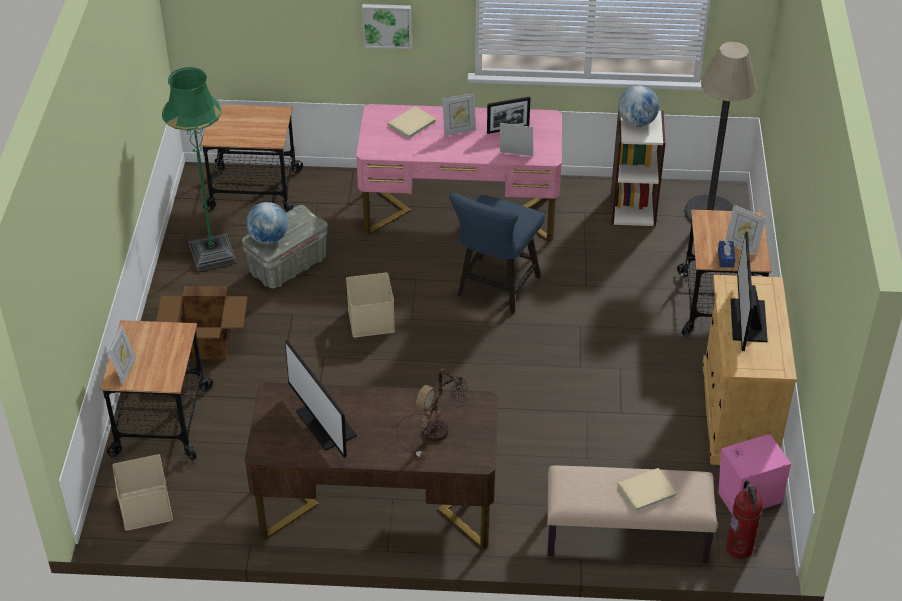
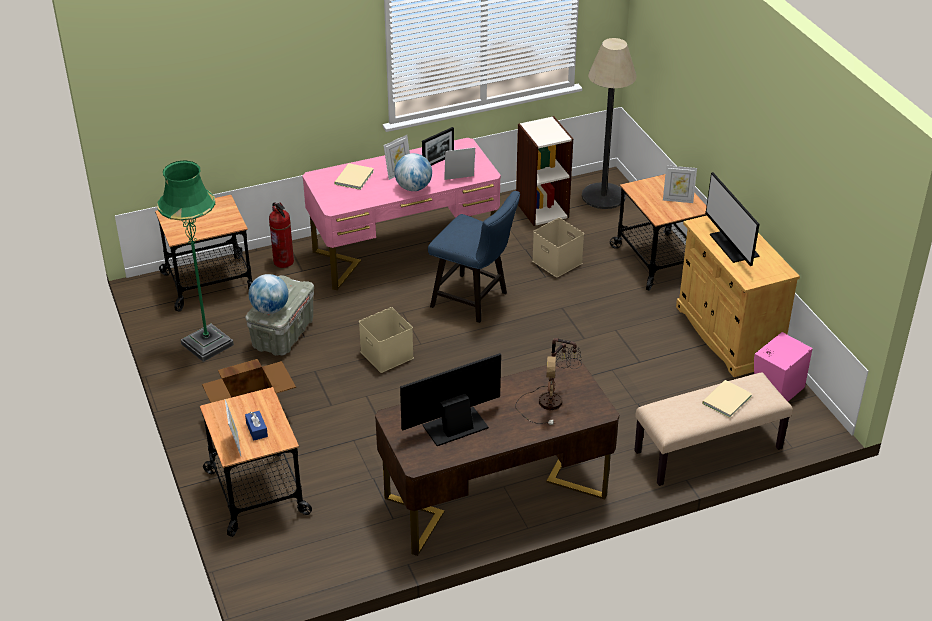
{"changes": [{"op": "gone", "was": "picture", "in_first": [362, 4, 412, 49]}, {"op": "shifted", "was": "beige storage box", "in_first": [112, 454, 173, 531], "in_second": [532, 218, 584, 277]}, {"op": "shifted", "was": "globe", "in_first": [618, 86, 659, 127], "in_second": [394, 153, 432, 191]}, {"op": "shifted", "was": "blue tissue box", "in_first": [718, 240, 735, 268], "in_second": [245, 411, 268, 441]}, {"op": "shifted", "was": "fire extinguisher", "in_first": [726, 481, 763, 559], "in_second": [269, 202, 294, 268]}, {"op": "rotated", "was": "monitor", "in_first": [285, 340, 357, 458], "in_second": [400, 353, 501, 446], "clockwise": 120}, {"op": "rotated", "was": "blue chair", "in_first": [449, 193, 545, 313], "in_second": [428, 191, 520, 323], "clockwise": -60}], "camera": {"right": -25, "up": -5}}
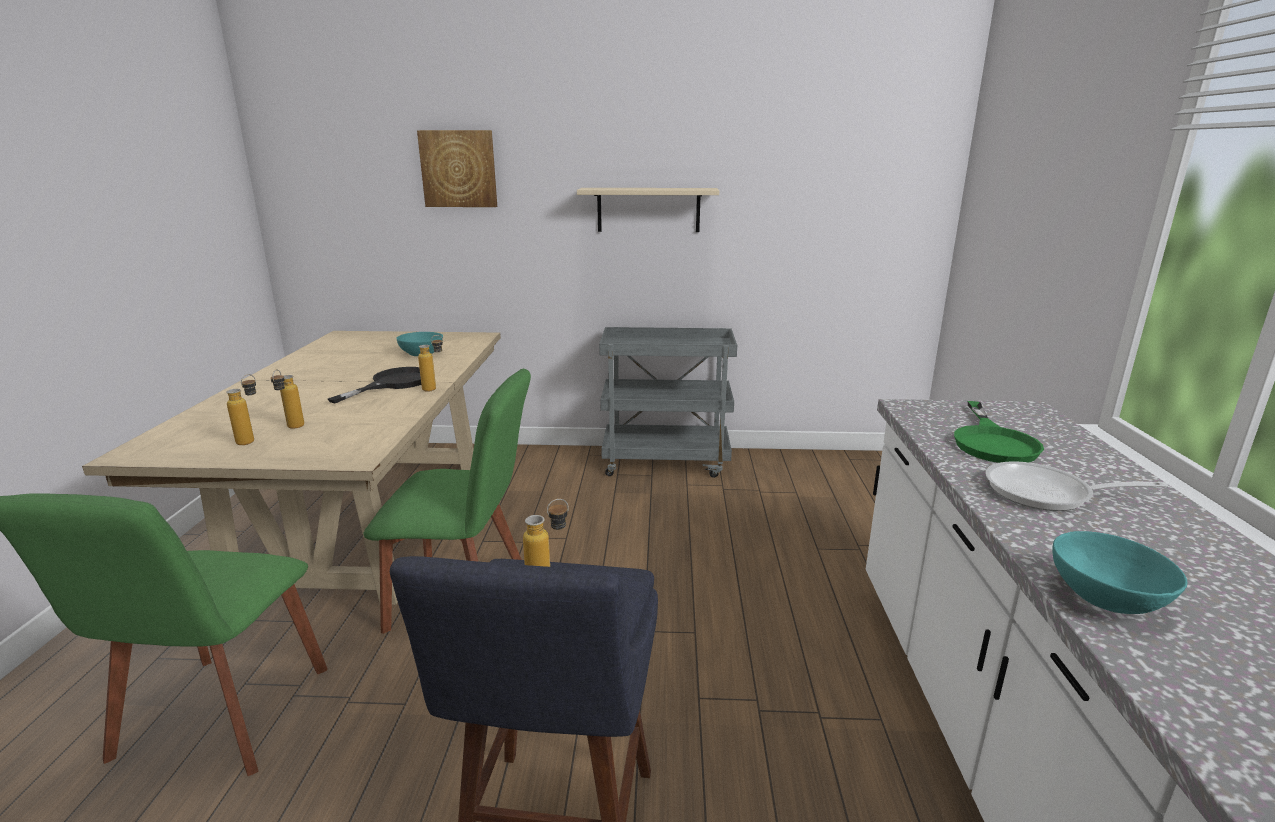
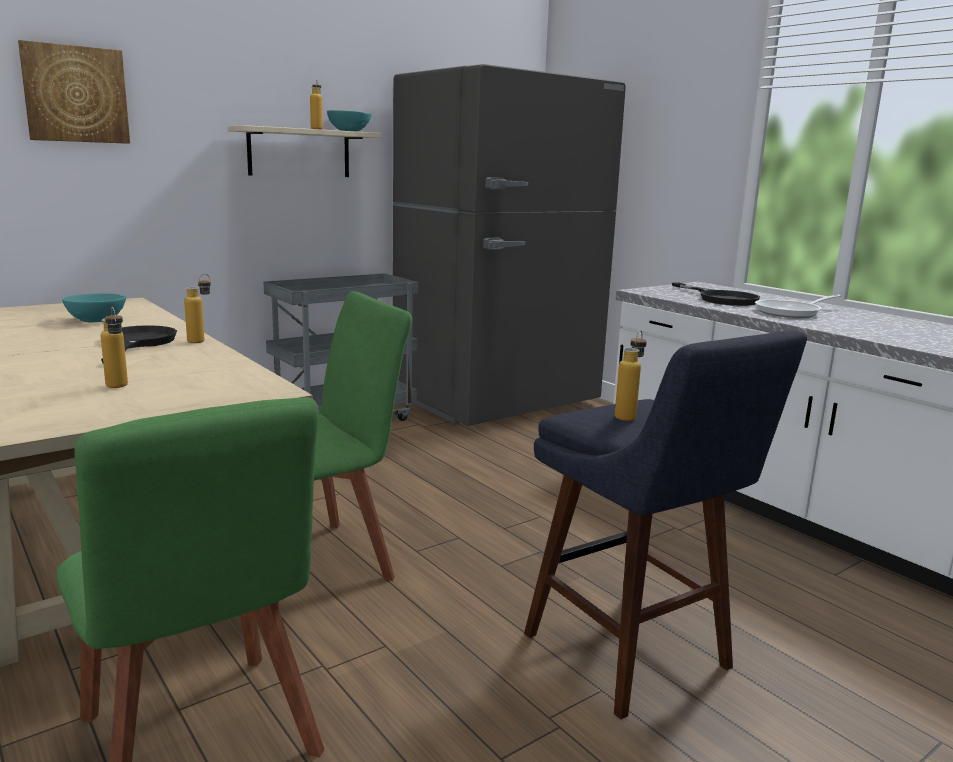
{"changes": [{"op": "new", "now": "grey fridge", "in_second": [393, 64, 626, 426]}, {"op": "shifted", "was": "bottle", "in_first": [226, 374, 256, 445], "in_second": [310, 79, 323, 130]}, {"op": "shifted", "was": "turquoise bowl", "in_first": [1052, 531, 1187, 614], "in_second": [327, 110, 371, 132]}, {"op": "repainted", "was": "green frying pan", "now": "black frying pan", "in_first": [954, 401, 1044, 463], "in_second": [672, 282, 760, 306]}], "camera": {"right": -40, "up": -5}}
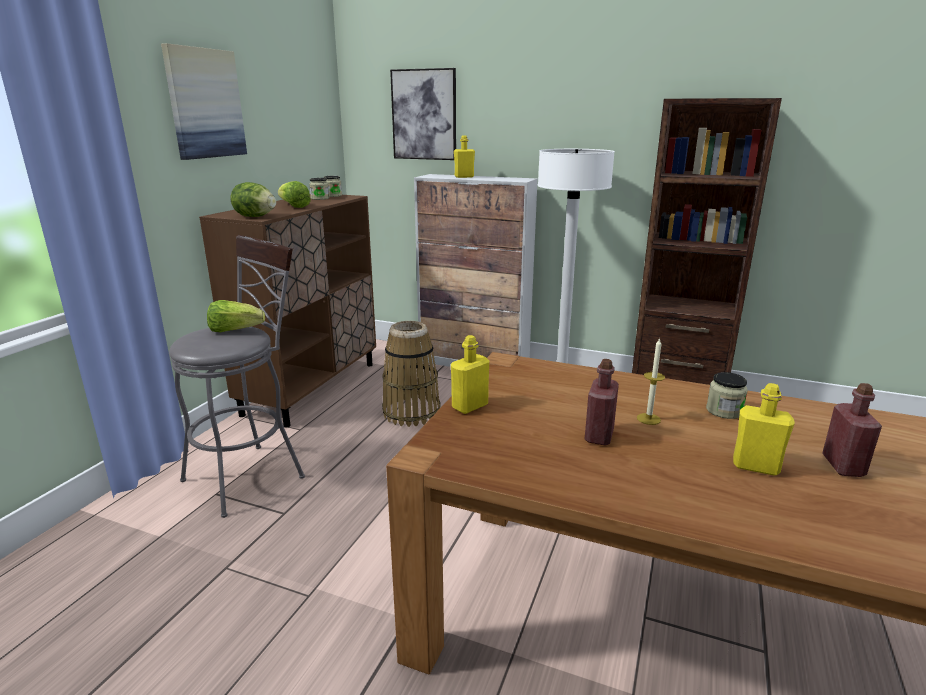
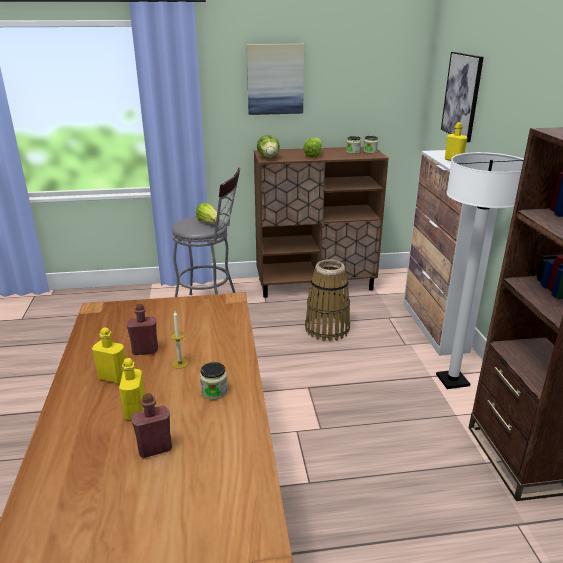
{"changes": [{"op": "shifted", "was": "yellow bottle", "in_first": [451, 335, 489, 414], "in_second": [92, 327, 125, 383]}], "camera": {"right": 60, "up": 5}}
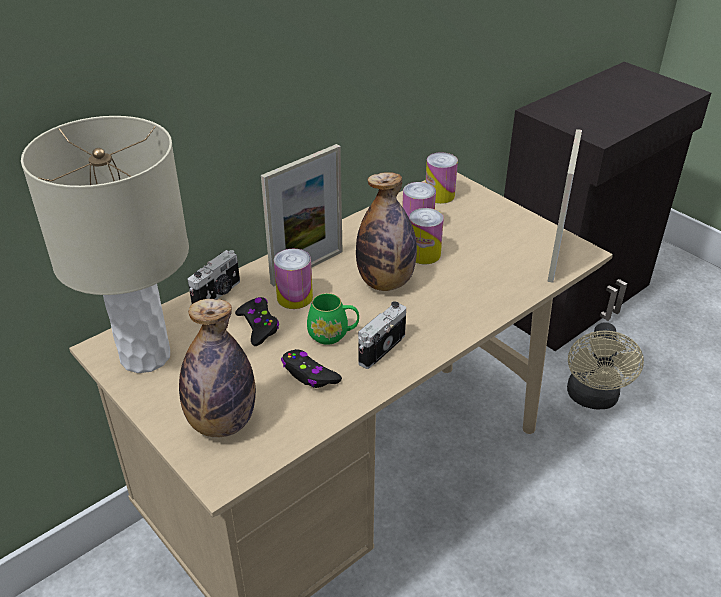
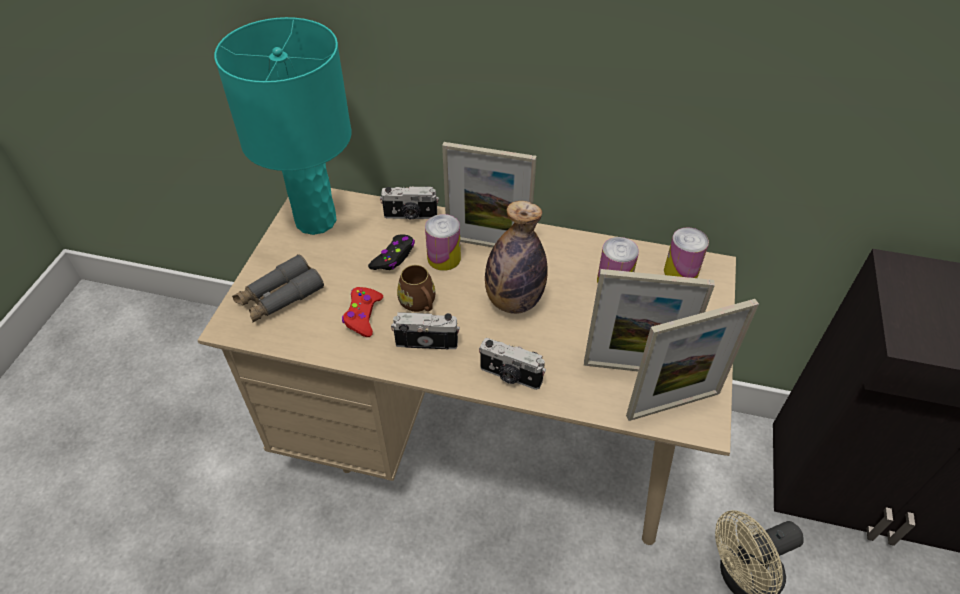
{"changes": [{"op": "gone", "was": "can", "in_first": [409, 208, 444, 264]}, {"op": "new", "now": "photo camera", "in_second": [479, 338, 546, 390]}, {"op": "new", "now": "picture frame", "in_second": [584, 269, 715, 371]}, {"op": "swapped", "was": "bottle", "now": "grey binoculars", "in_first": [179, 299, 256, 437], "in_second": [232, 254, 324, 323]}, {"op": "repainted", "was": "beige table lamp", "now": "turquoise table lamp", "in_first": [21, 116, 189, 373], "in_second": [214, 17, 352, 235]}, {"op": "repainted", "was": "black game controller", "now": "red game controller", "in_first": [281, 349, 342, 388], "in_second": [342, 287, 383, 337]}, {"op": "repainted", "was": "green mug", "now": "brown mug", "in_first": [307, 293, 359, 345], "in_second": [397, 265, 435, 312]}], "camera": {"right": 55, "up": 10}}
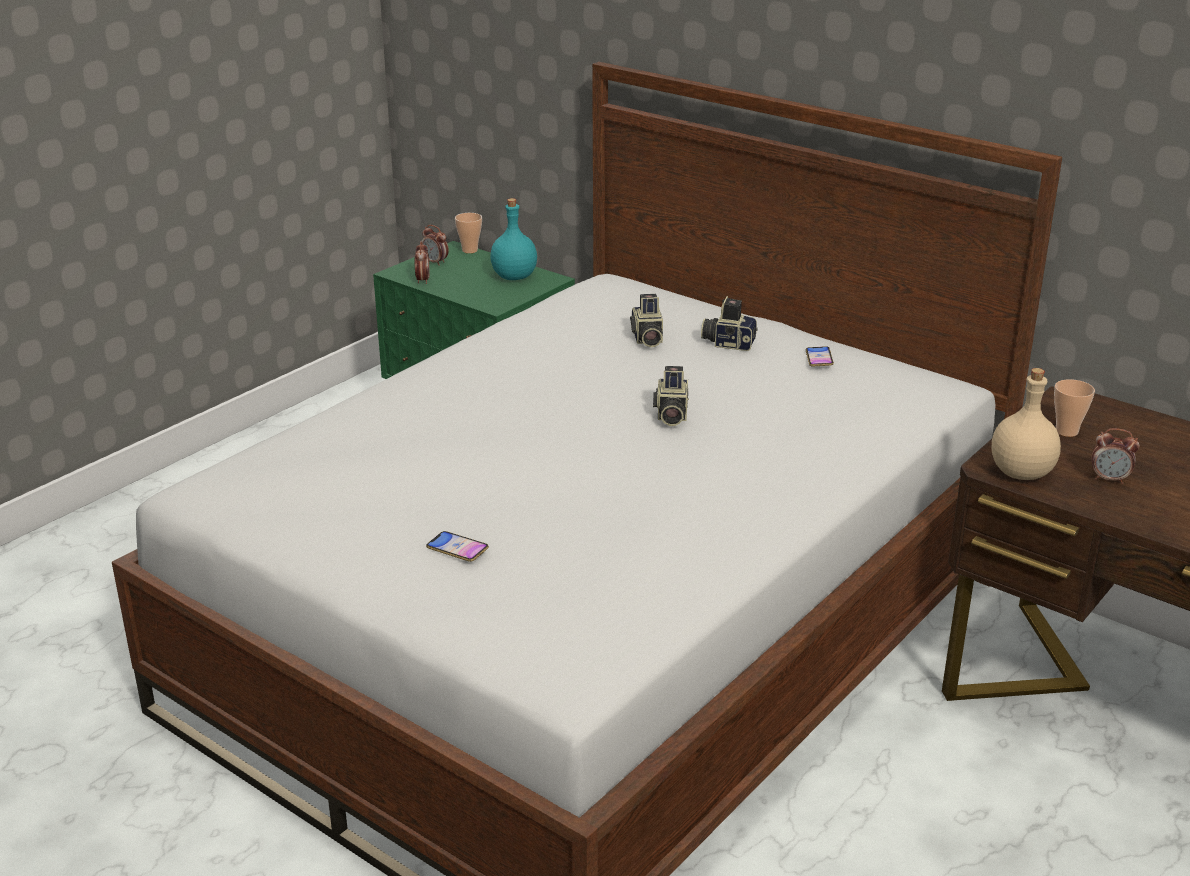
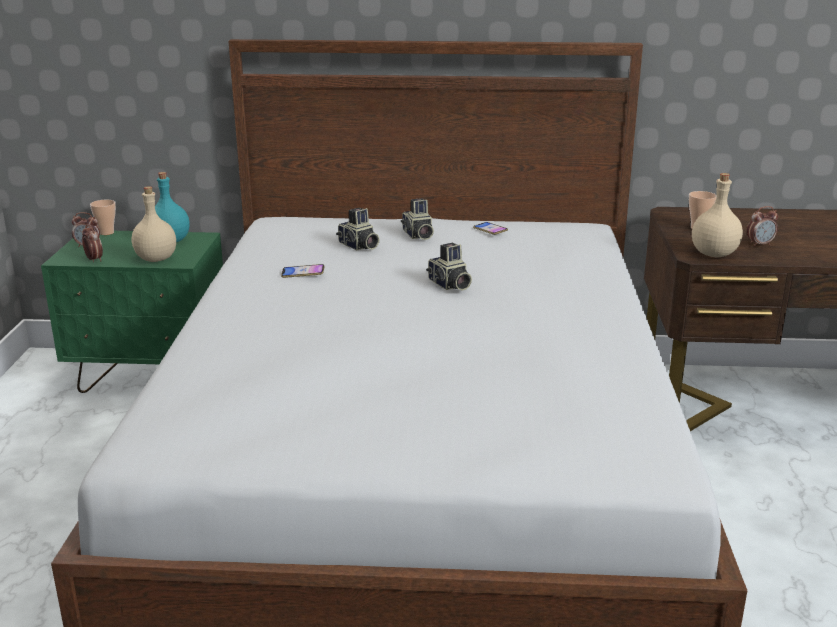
{"changes": [{"op": "new", "now": "beige bottle", "in_second": [132, 186, 176, 262]}, {"op": "shifted", "was": "phone", "in_first": [426, 531, 489, 562], "in_second": [281, 264, 324, 278]}, {"op": "rotated", "was": "photo camera", "in_first": [701, 296, 758, 351], "in_second": [401, 198, 434, 240], "clockwise": -90}], "camera": {"right": -35, "up": -5}}
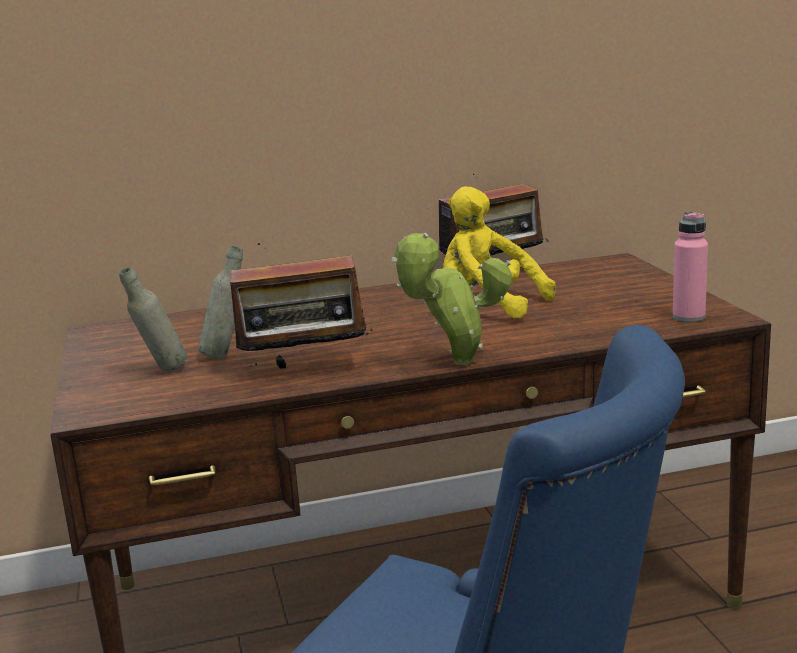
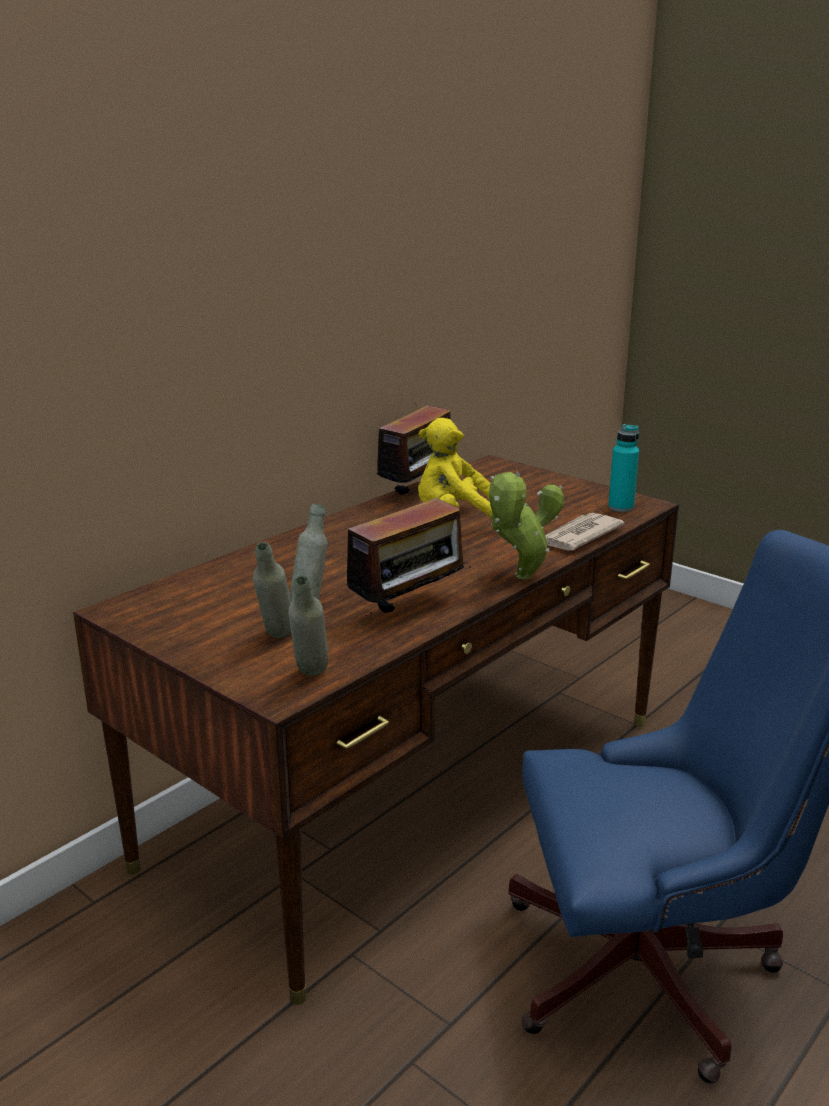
{"changes": [{"op": "new", "now": "grey bottle", "in_second": [288, 575, 328, 676]}, {"op": "new", "now": "newspaper", "in_second": [545, 513, 625, 551]}, {"op": "repainted", "was": "pink bottle", "now": "turquoise bottle", "in_first": [673, 212, 708, 322], "in_second": [608, 424, 639, 512]}], "camera": {"right": -35, "up": 5}}
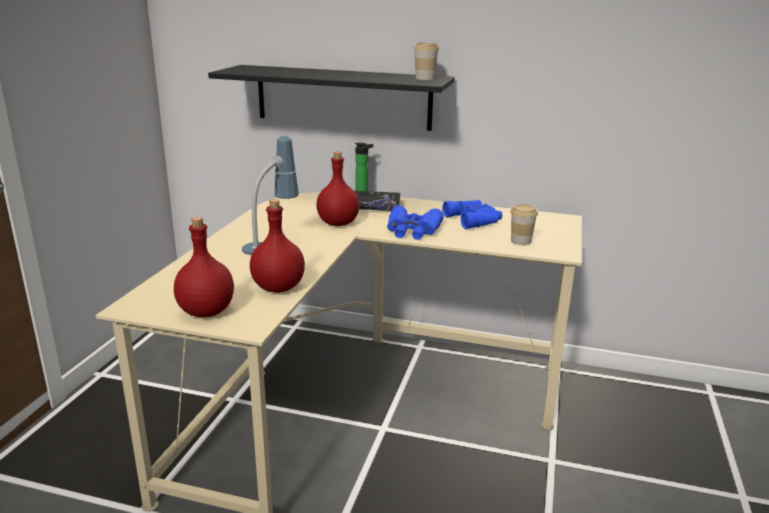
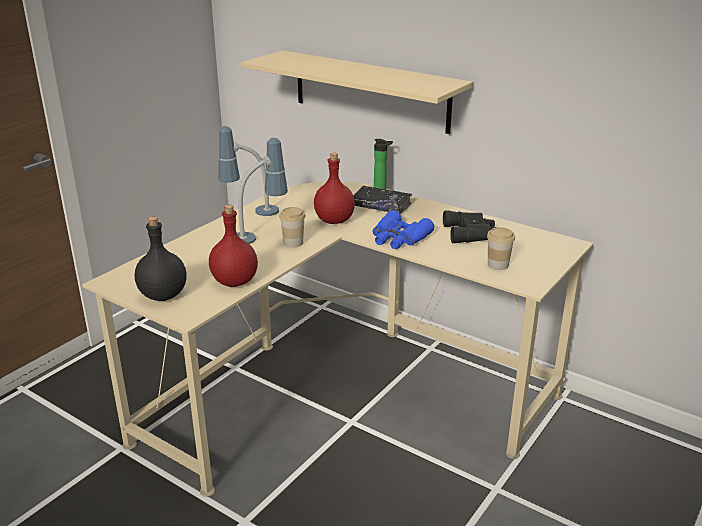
{"changes": [{"op": "new", "now": "table lamp", "in_second": [218, 126, 279, 216]}, {"op": "shifted", "was": "cup", "in_first": [414, 43, 439, 80], "in_second": [279, 207, 306, 247]}, {"op": "repainted", "was": "red bottle", "now": "black bottle", "in_first": [174, 217, 234, 317], "in_second": [135, 217, 186, 301]}, {"op": "repainted", "was": "black shelf", "now": "beige shelf", "in_first": [208, 65, 455, 131], "in_second": [241, 50, 473, 134]}, {"op": "repainted", "was": "blue binoculars", "now": "black binoculars", "in_first": [442, 200, 502, 229], "in_second": [443, 211, 496, 243]}], "camera": {"right": 20, "up": 5}}
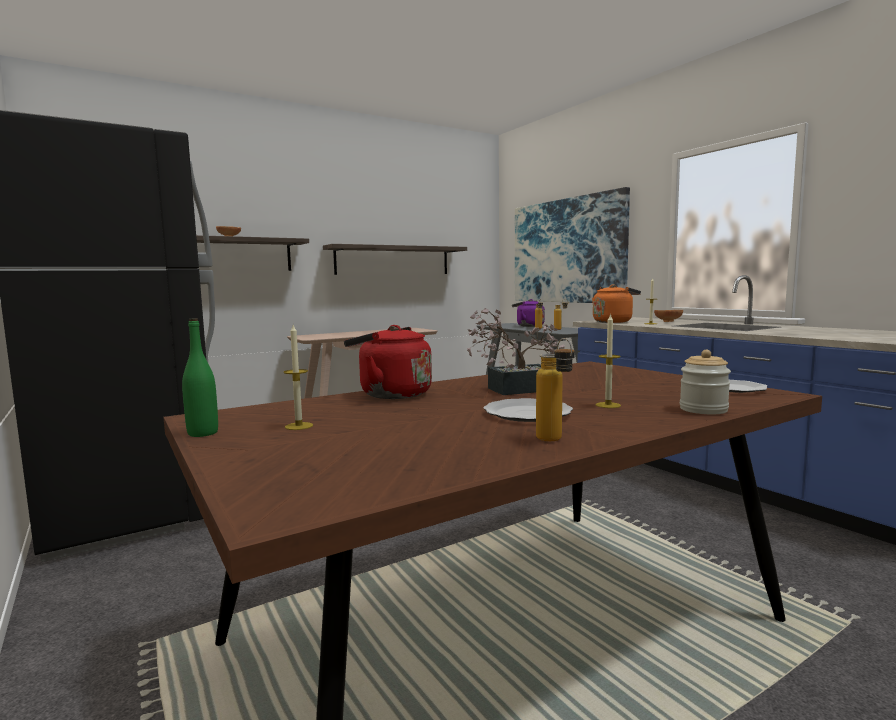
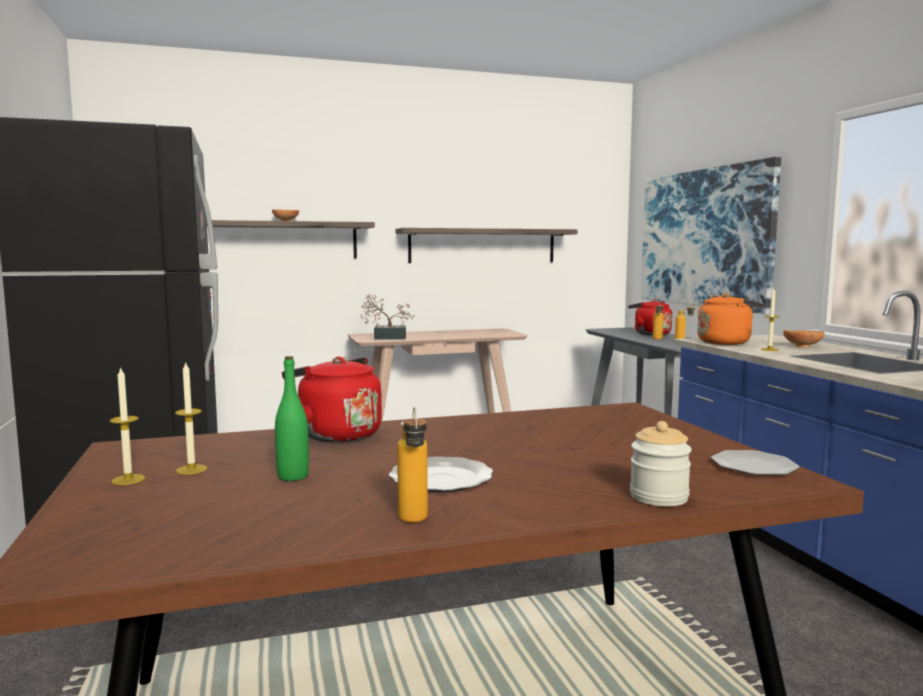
{"changes": [{"op": "shifted", "was": "green bottle", "in_first": [182, 318, 218, 437], "in_second": [275, 356, 309, 481]}, {"op": "shifted", "was": "potted plant", "in_first": [467, 308, 564, 395], "in_second": [360, 294, 415, 340]}, {"op": "shifted", "was": "candle", "in_first": [596, 313, 621, 408], "in_second": [110, 366, 145, 485]}, {"op": "repainted", "was": "purple kettle", "now": "red kettle", "in_first": [512, 299, 545, 327], "in_second": [628, 299, 672, 335]}], "camera": {"right": 15, "up": 0}}
